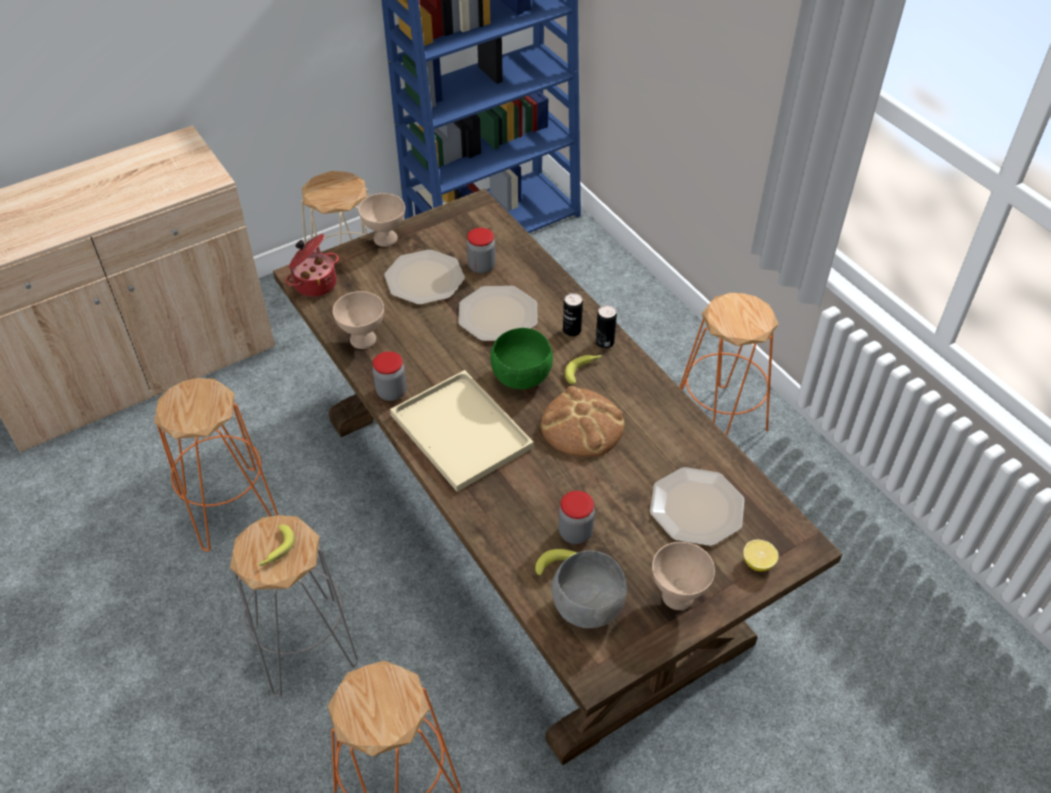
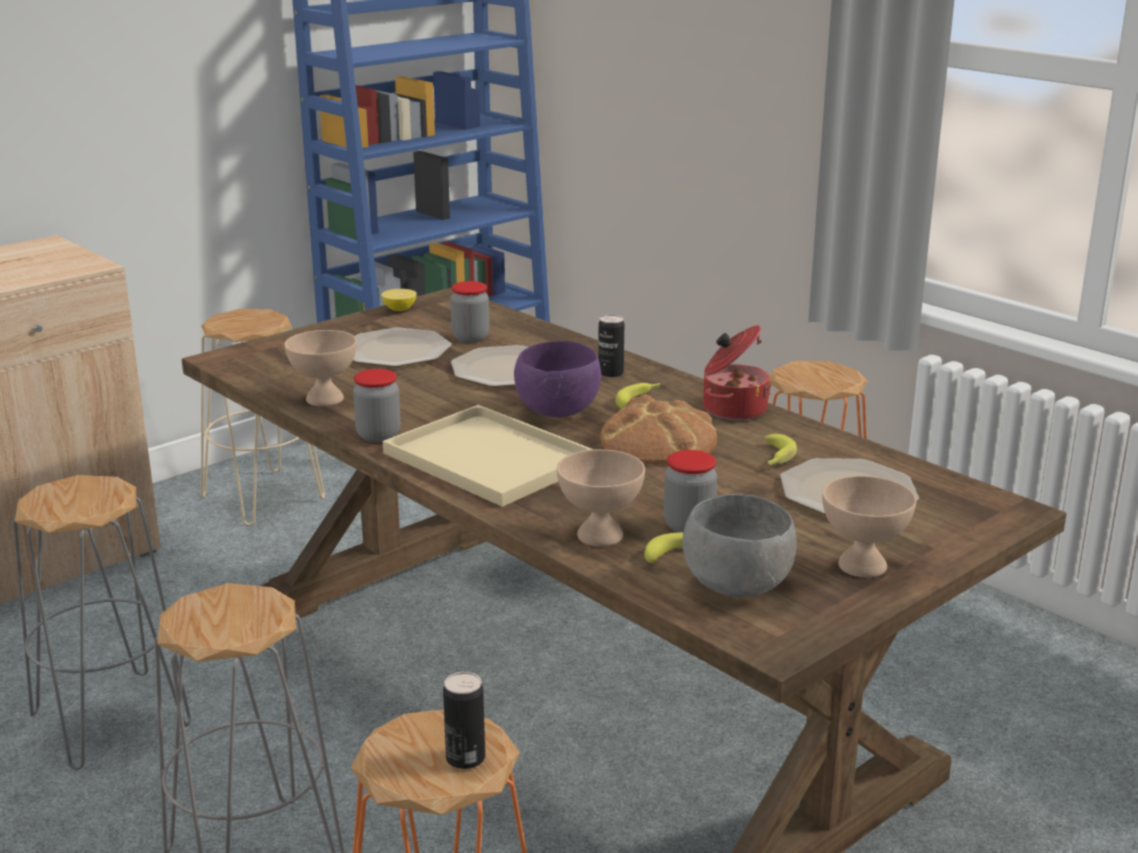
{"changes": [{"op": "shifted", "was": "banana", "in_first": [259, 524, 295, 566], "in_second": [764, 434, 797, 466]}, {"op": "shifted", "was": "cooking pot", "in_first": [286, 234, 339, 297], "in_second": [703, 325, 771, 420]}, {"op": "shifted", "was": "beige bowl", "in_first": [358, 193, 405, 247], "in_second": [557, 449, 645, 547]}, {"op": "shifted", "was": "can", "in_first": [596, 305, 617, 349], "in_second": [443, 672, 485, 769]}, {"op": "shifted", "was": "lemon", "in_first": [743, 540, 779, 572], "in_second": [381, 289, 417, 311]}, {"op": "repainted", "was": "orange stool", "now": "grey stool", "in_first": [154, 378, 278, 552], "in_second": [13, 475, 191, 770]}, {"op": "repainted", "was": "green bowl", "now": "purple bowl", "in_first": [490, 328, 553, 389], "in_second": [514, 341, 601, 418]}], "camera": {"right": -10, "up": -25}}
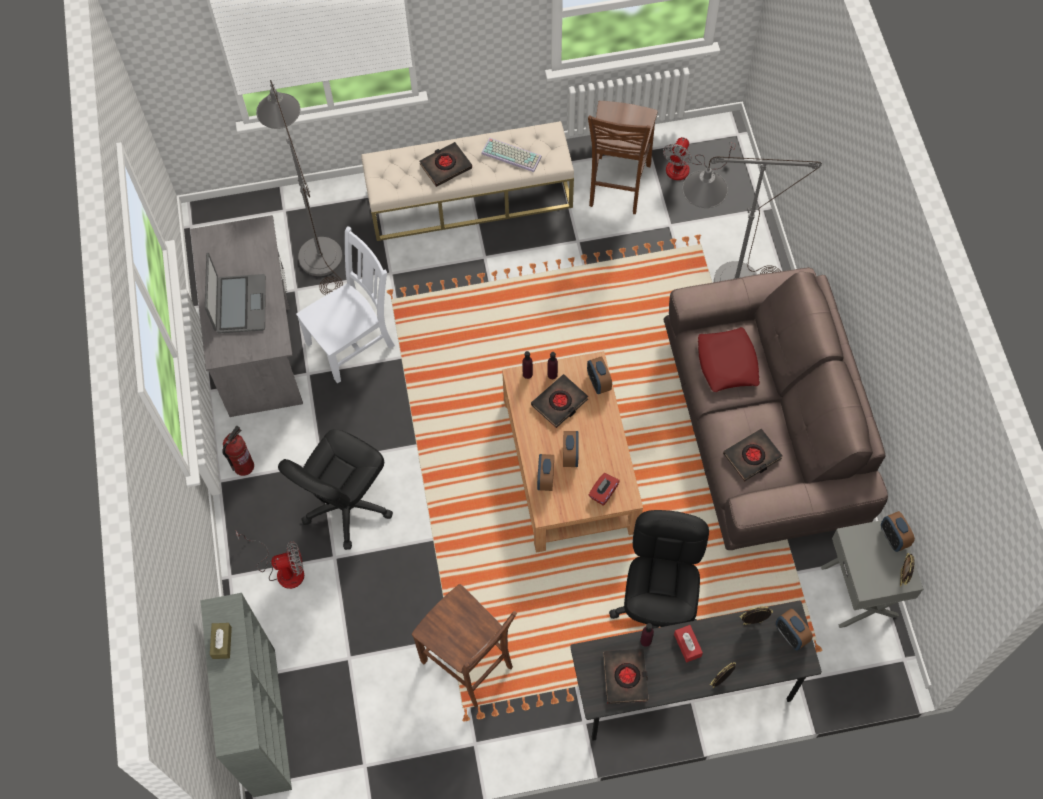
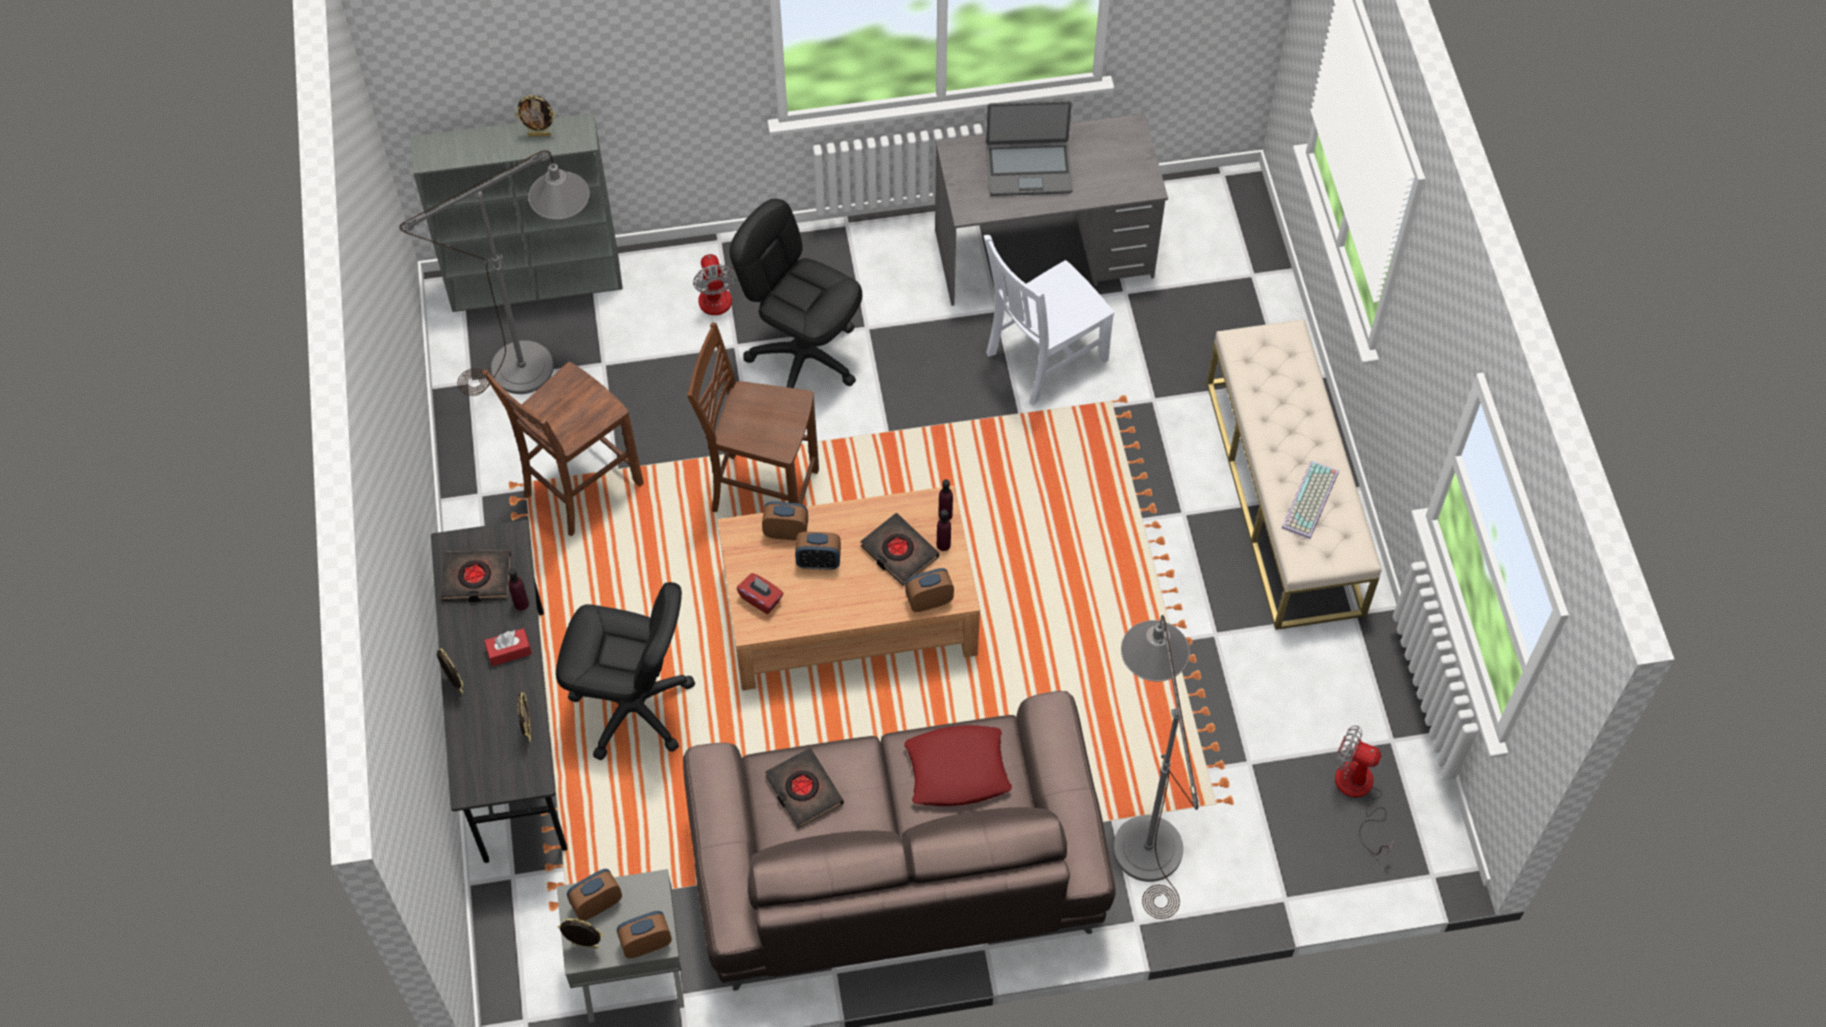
{"changes": [{"op": "gone", "was": "fire extinguisher", "in_first": [222, 426, 254, 476]}, {"op": "gone", "was": "black book", "in_first": [419, 142, 472, 187]}, {"op": "shifted", "was": "grey floor lamp", "in_first": [256, 80, 343, 295], "in_second": [400, 150, 590, 396]}, {"op": "shifted", "was": "brown chair", "in_first": [588, 101, 658, 214], "in_second": [687, 322, 819, 512]}, {"op": "shifted", "was": "alarm clock", "in_first": [776, 609, 813, 650], "in_second": [567, 869, 622, 921]}, {"op": "swapped", "was": "brown tissue box", "now": "picture frame", "in_first": [210, 623, 232, 659], "in_second": [515, 95, 556, 136]}, {"op": "rotated", "was": "white chair", "in_first": [296, 226, 395, 384], "in_second": [984, 235, 1115, 406], "clockwise": 90}], "camera": {"right": 90, "up": -5}}
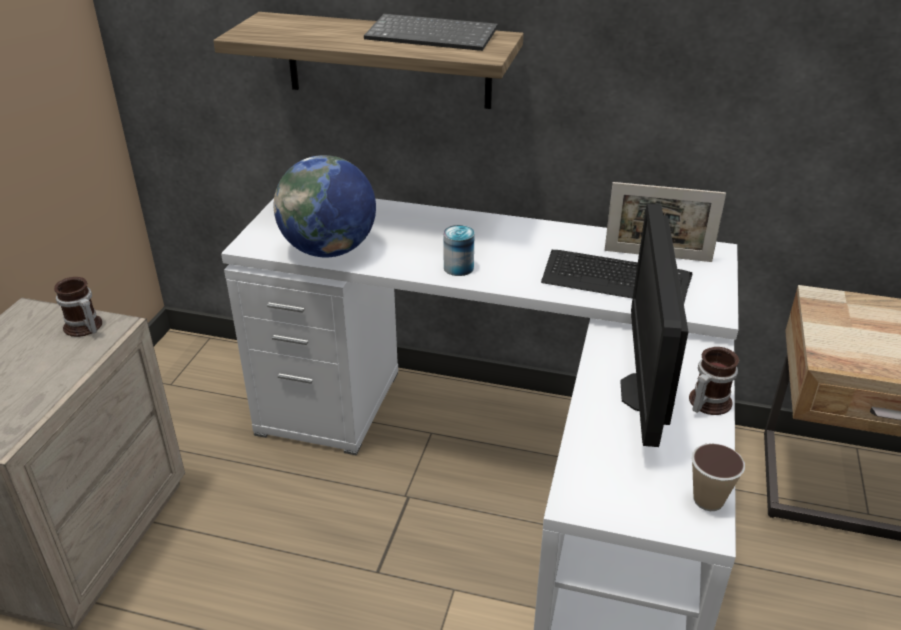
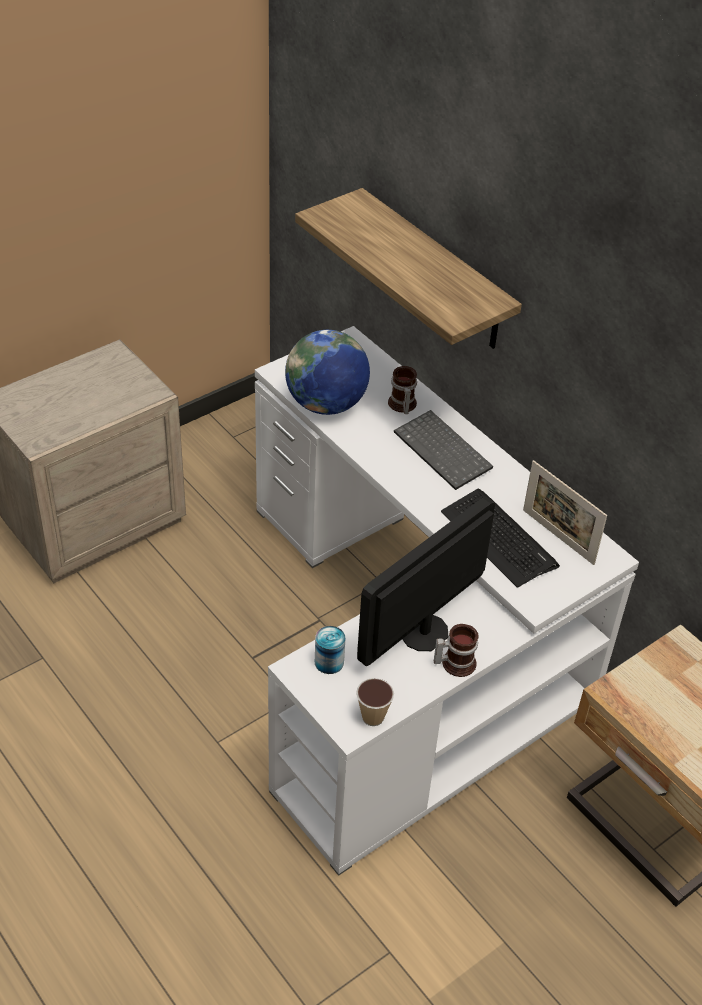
{"changes": [{"op": "shifted", "was": "mug", "in_first": [54, 277, 102, 337], "in_second": [388, 366, 417, 414]}, {"op": "shifted", "was": "keyboard", "in_first": [364, 14, 498, 51], "in_second": [394, 410, 493, 490]}, {"op": "shifted", "was": "can", "in_first": [443, 225, 475, 276], "in_second": [315, 626, 345, 674]}], "camera": {"right": 35, "up": 10}}
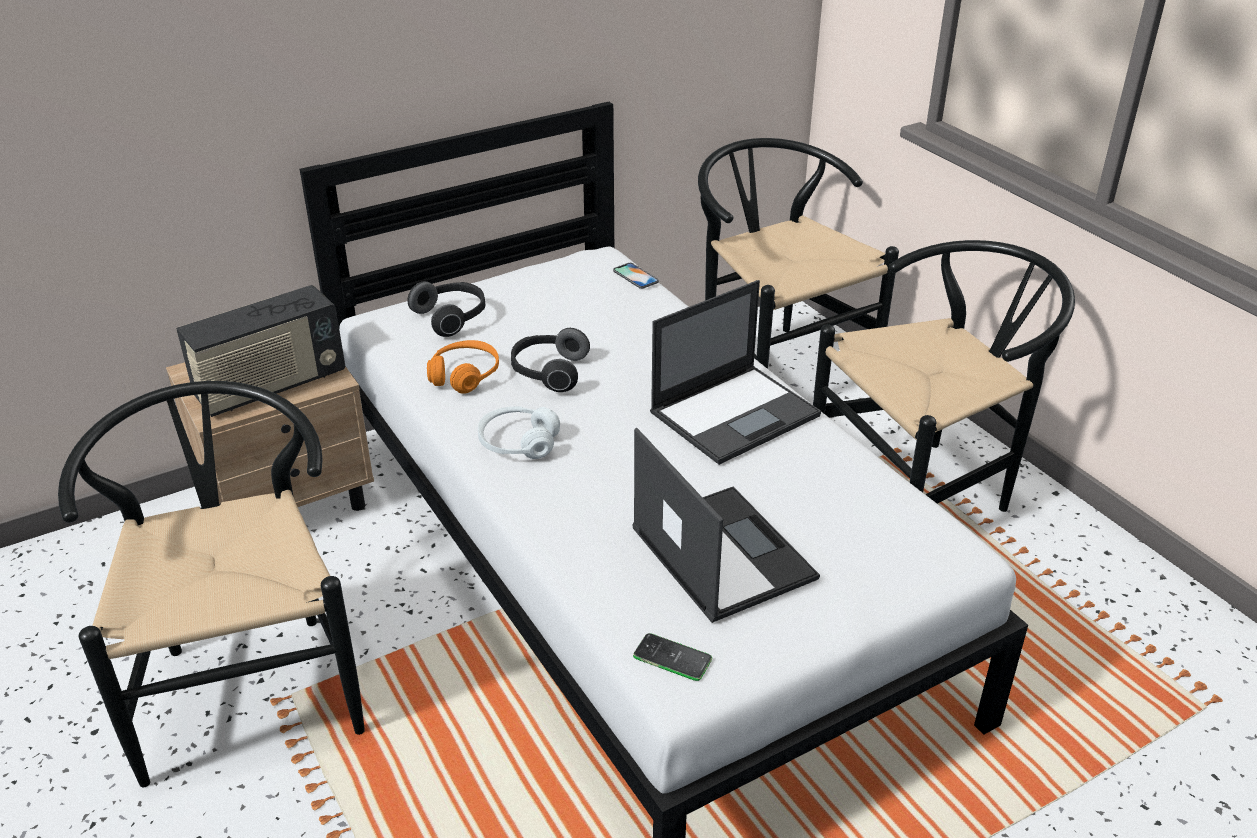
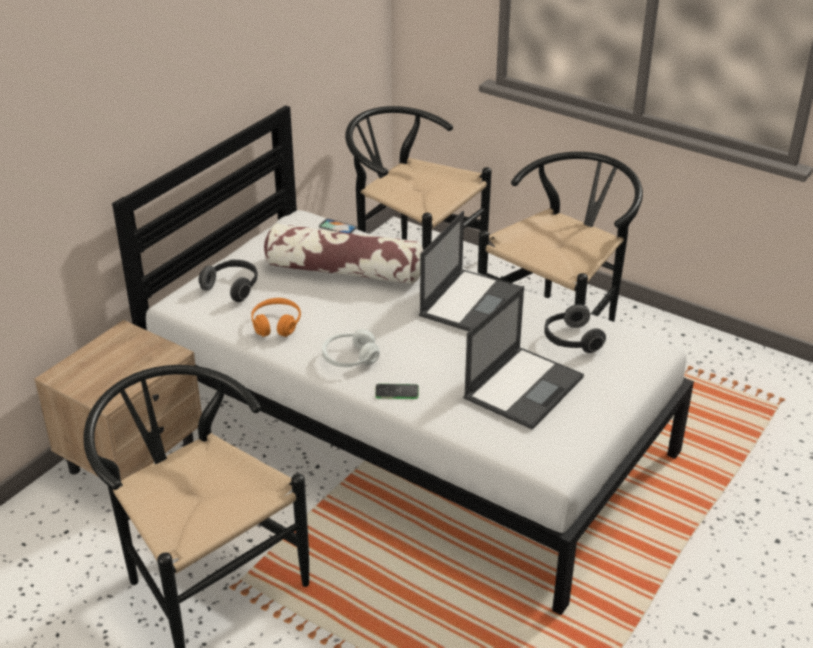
{"changes": [{"op": "gone", "was": "radio", "in_first": [176, 285, 345, 417]}, {"op": "new", "now": "pillow", "in_second": [264, 223, 423, 284]}, {"op": "shifted", "was": "headphones", "in_first": [511, 328, 590, 392], "in_second": [544, 304, 606, 353]}, {"op": "shifted", "was": "phone", "in_first": [633, 633, 712, 681], "in_second": [375, 384, 419, 399]}, {"op": "rotated", "was": "laptop", "in_first": [632, 428, 820, 623], "in_second": [464, 286, 584, 430], "clockwise": 90}], "camera": {"right": -25, "up": 0}}
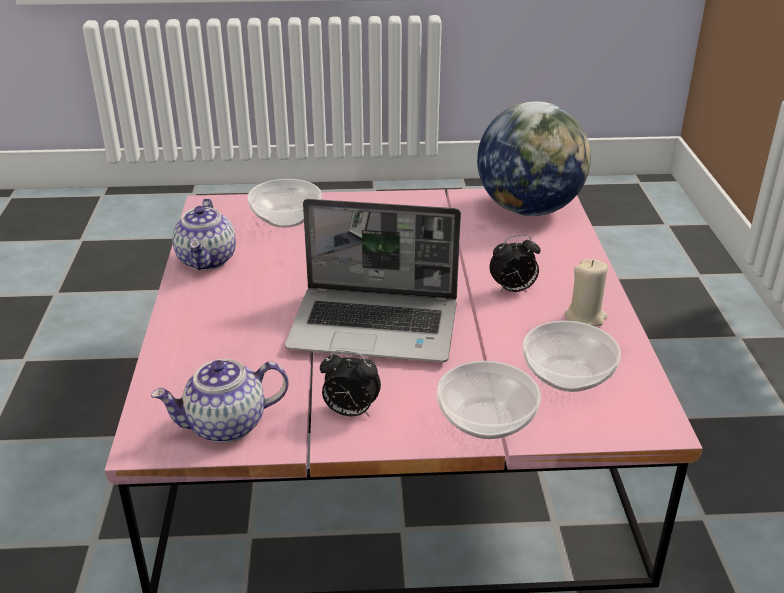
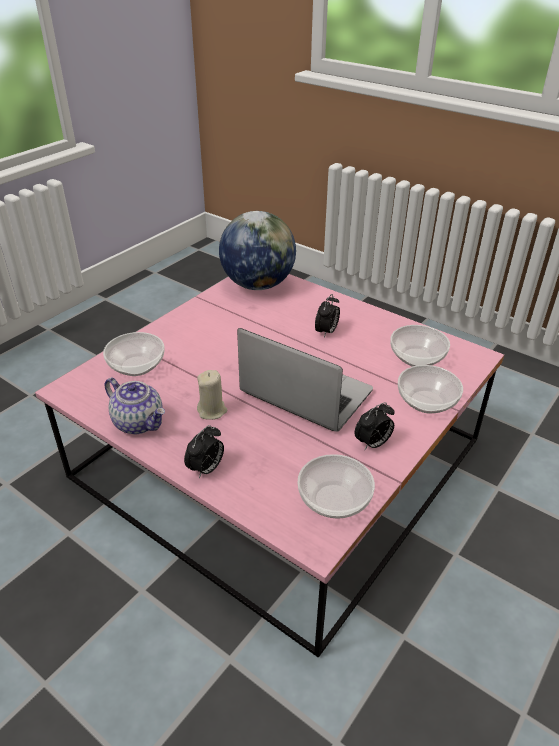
{"changes": [{"op": "new", "now": "alarm clock", "in_second": [184, 425, 224, 478]}, {"op": "shifted", "was": "beige candle", "in_first": [565, 259, 608, 326], "in_second": [197, 370, 227, 420]}, {"op": "swapped", "was": "teapot", "now": "bowl", "in_first": [151, 359, 289, 443], "in_second": [298, 454, 375, 519]}, {"op": "rotated", "was": "laptop", "in_first": [285, 199, 461, 362], "in_second": [237, 328, 373, 432], "clockwise": -105}], "camera": {"right": -50, "up": 5}}
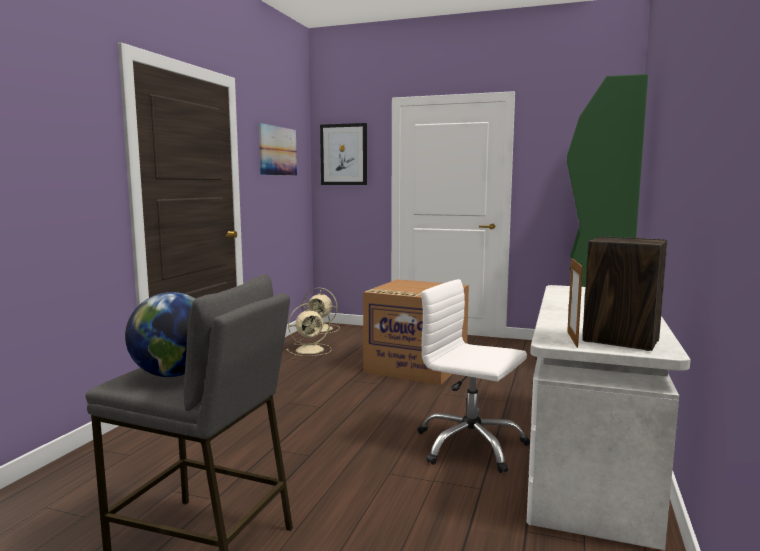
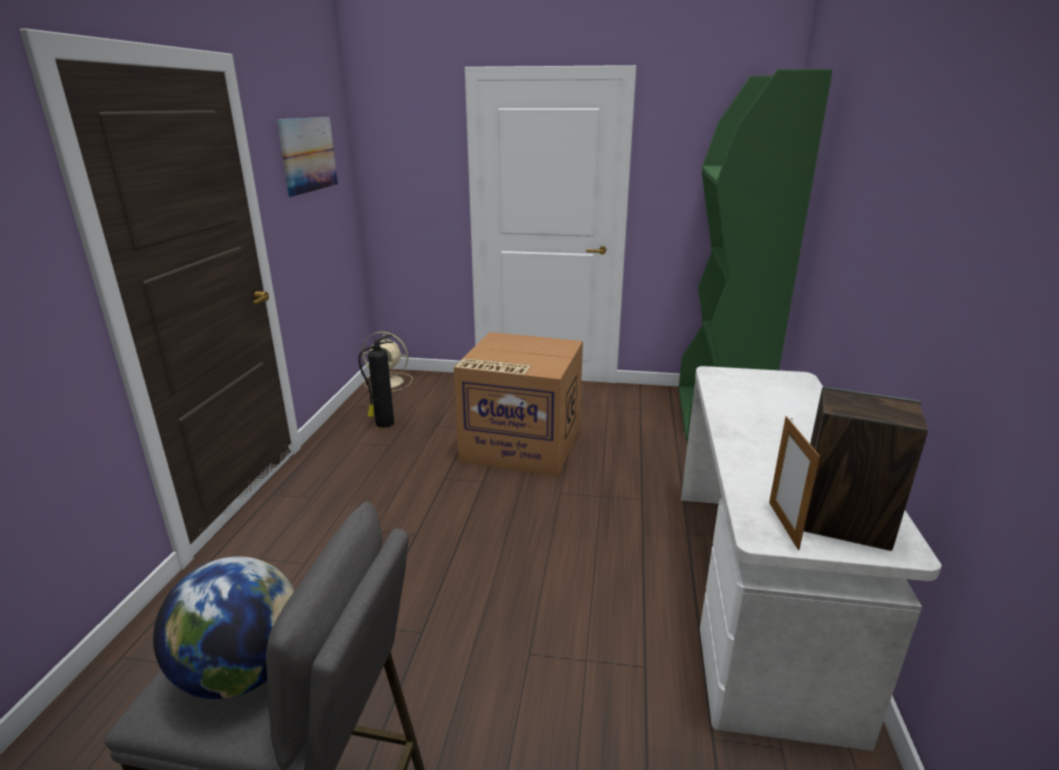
{"changes": [{"op": "gone", "was": "picture", "in_first": [320, 123, 367, 185]}, {"op": "gone", "was": "white office chair", "in_first": [418, 279, 530, 473]}, {"op": "swapped", "was": "beige fan", "now": "fire extinguisher", "in_first": [286, 303, 332, 356], "in_second": [358, 334, 394, 428]}], "camera": {"right": -10, "up": 15}}
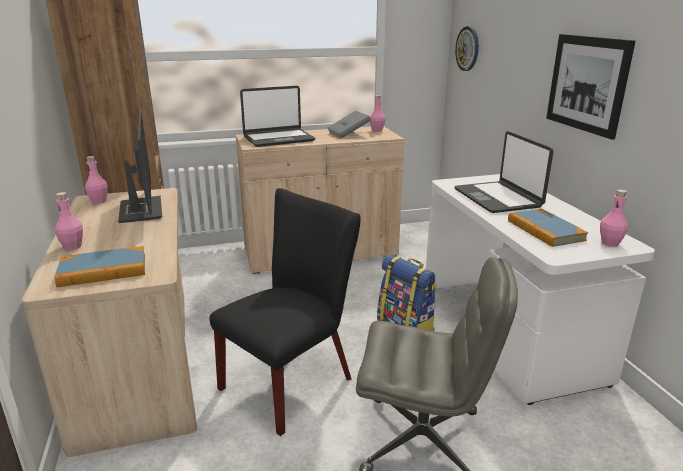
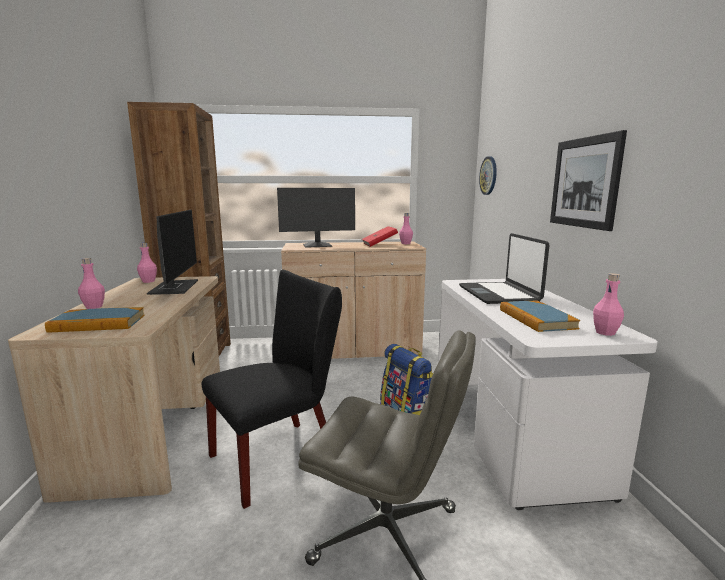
{"changes": [{"op": "swapped", "was": "laptop", "now": "monitor", "in_first": [240, 86, 315, 147], "in_second": [277, 188, 355, 248]}, {"op": "repainted", "was": "grey book", "now": "red book", "in_first": [327, 111, 371, 138], "in_second": [362, 226, 398, 247]}], "camera": {"right": 10, "up": -10}}
